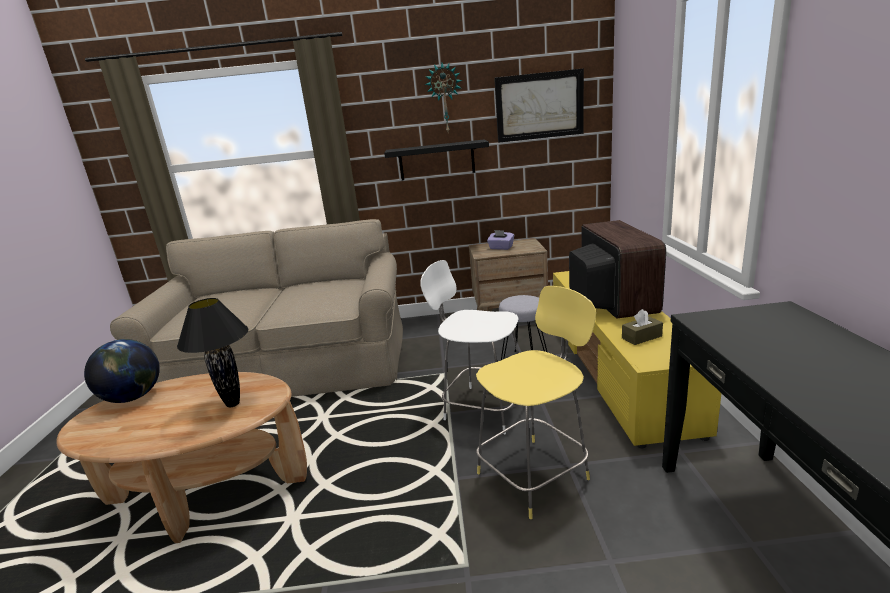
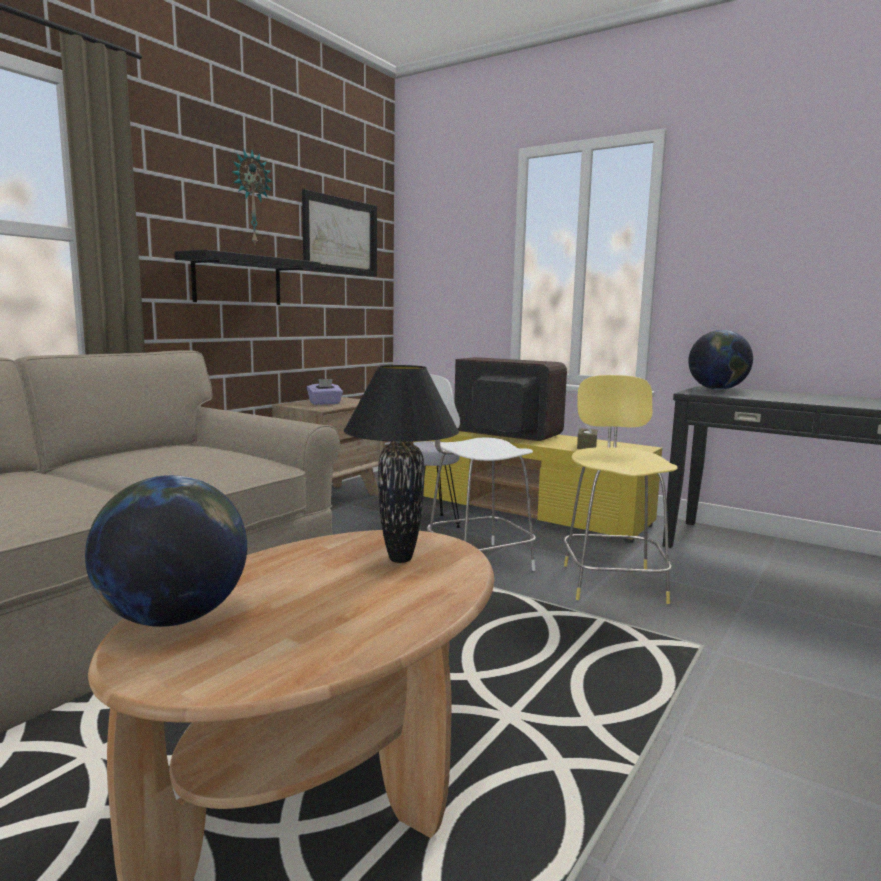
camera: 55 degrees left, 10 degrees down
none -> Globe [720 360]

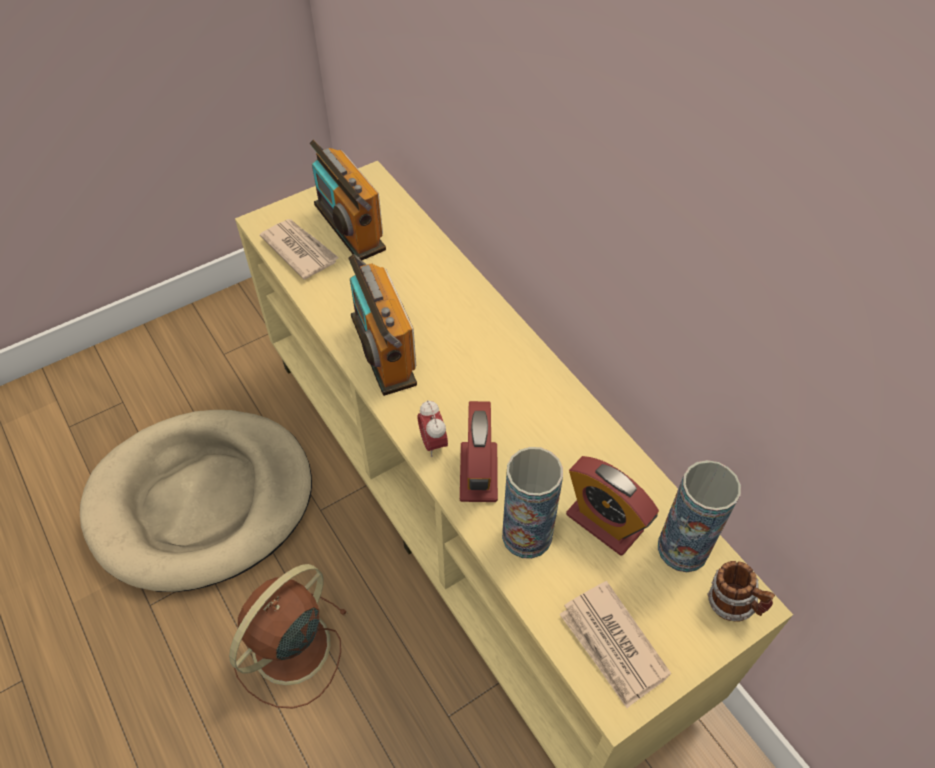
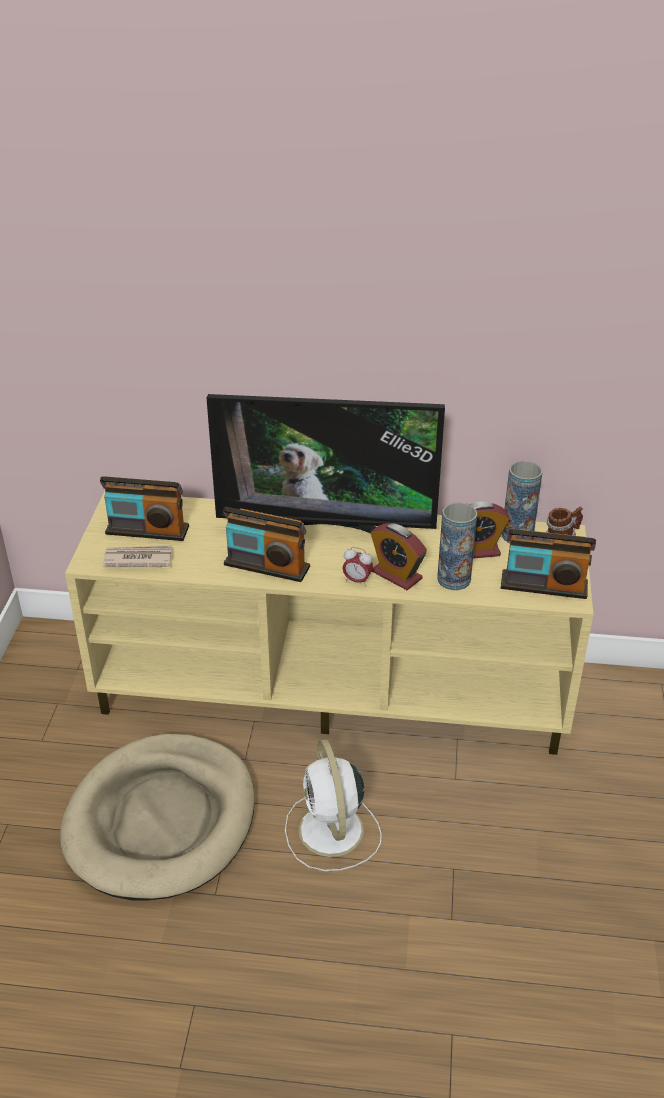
camera: 50 degrees left, 15 degrees down
none -> Television [326 464]
PrintedPaper [615 644] -> Radio [548 564]
BrownColouredElectricFan [288 636] -> WhitishElectricFan [333 805]

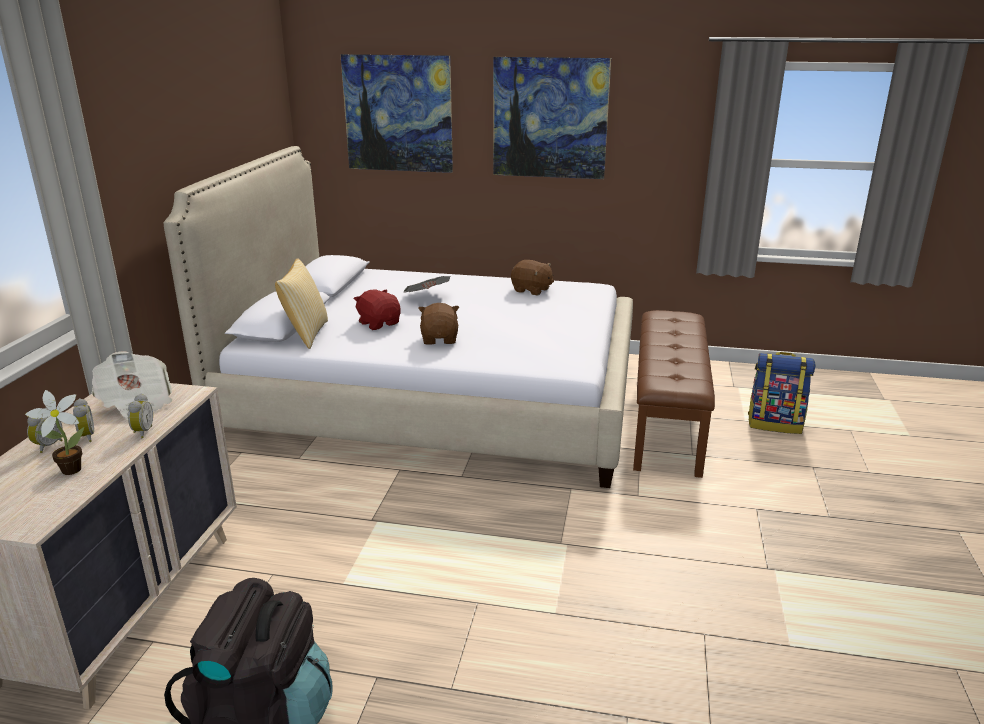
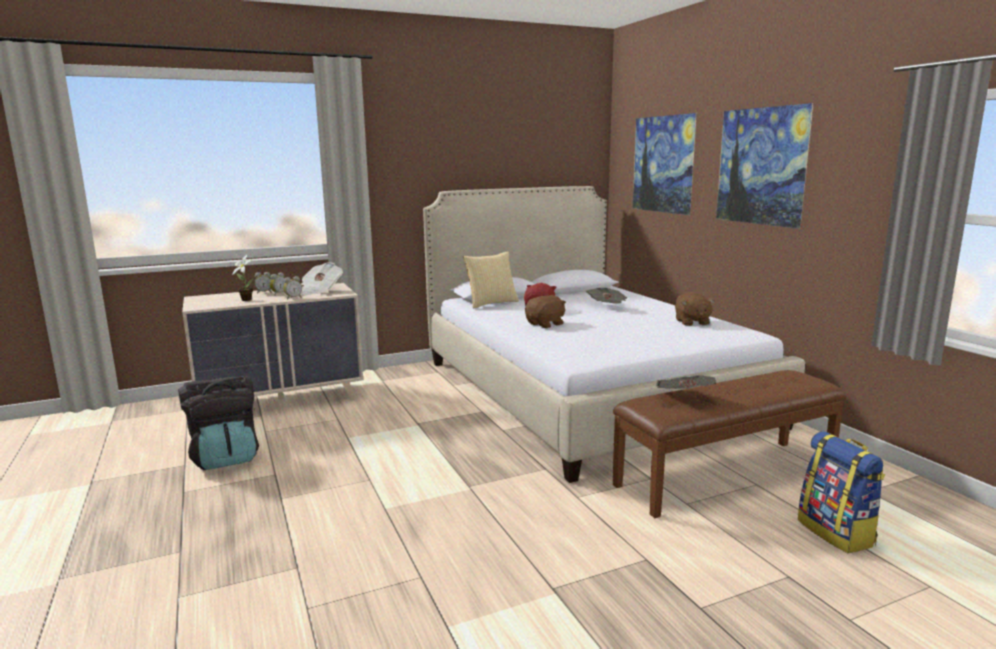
camera: 55 degrees right, 10 degrees down
none -> PrintedPaper [686 382]

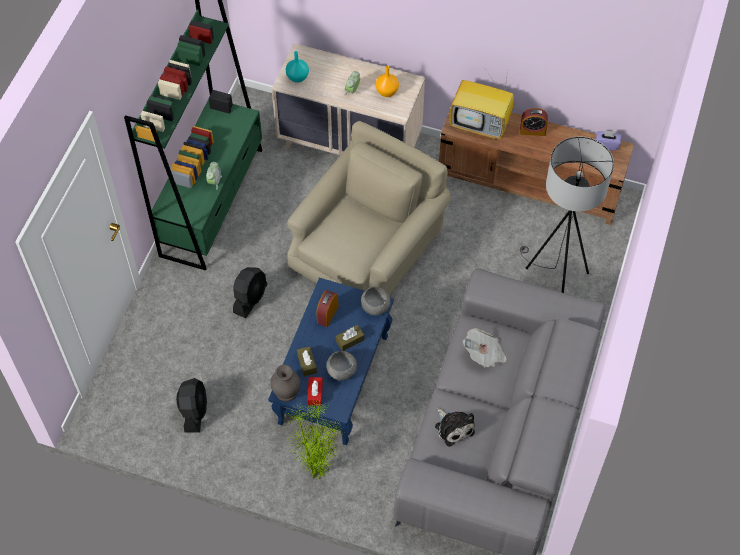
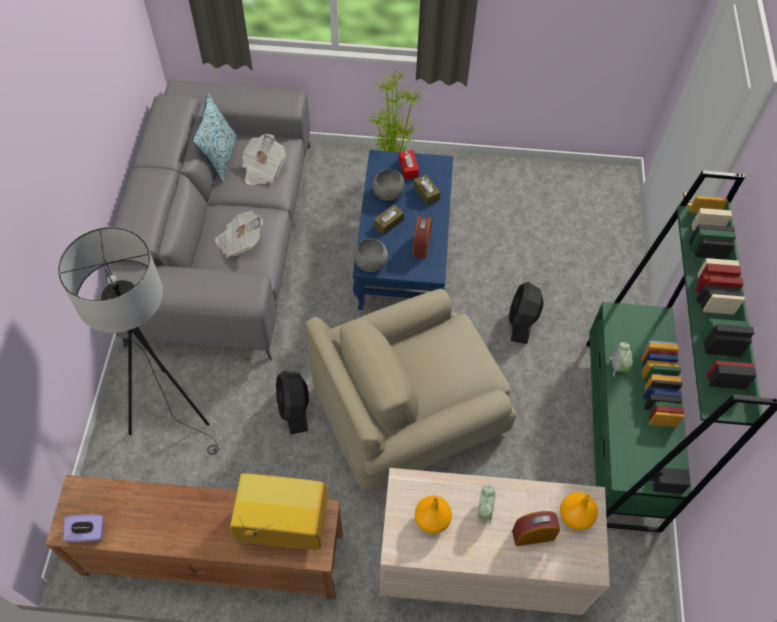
camera: 165 degrees right, 0 degrees up
GrayDecorativeVase [285 383] -> none
none -> ThrowPillow [215 138]
BlackishElectricFan [191 405] -> BlackishElectricFan [292 403], move
AlarmClock [534 122] -> AlarmClock [536 528], move
CuddlyToy [455 427] -> PrintedPaper [264 159]
TurquoiseDecorativeVase [297 67] -> OrangeDecorativeVase [579 511]
BeigeColouredArmchair [369 208] -> BeigeColouredArmchair [410 390], 45 degrees clockwise

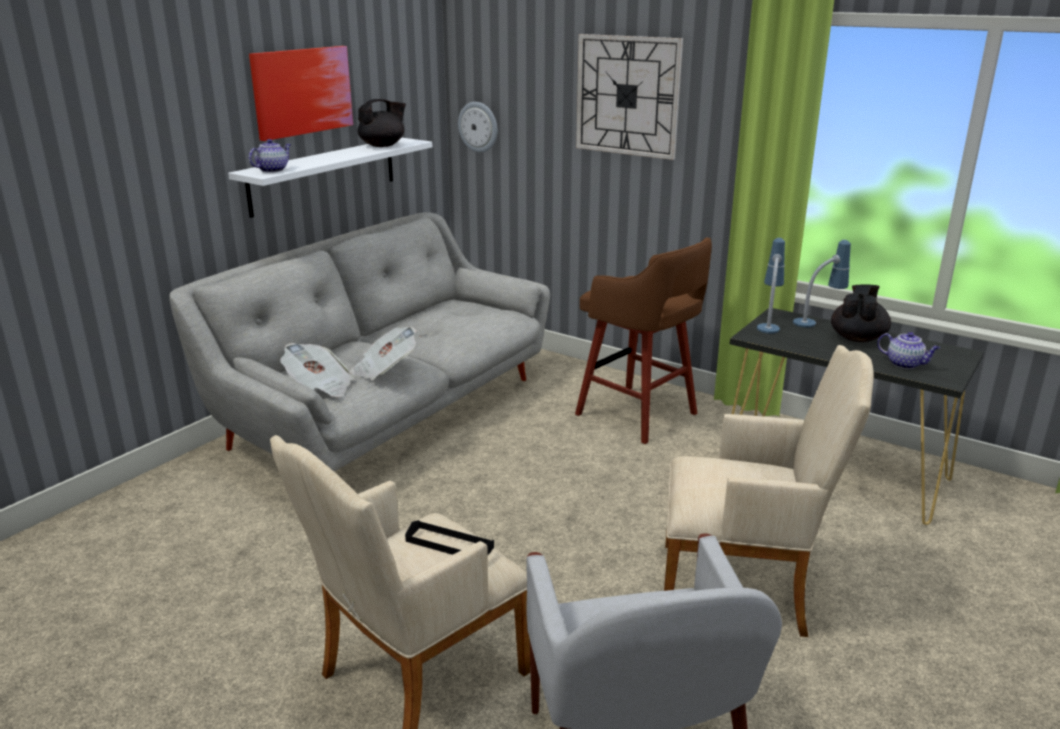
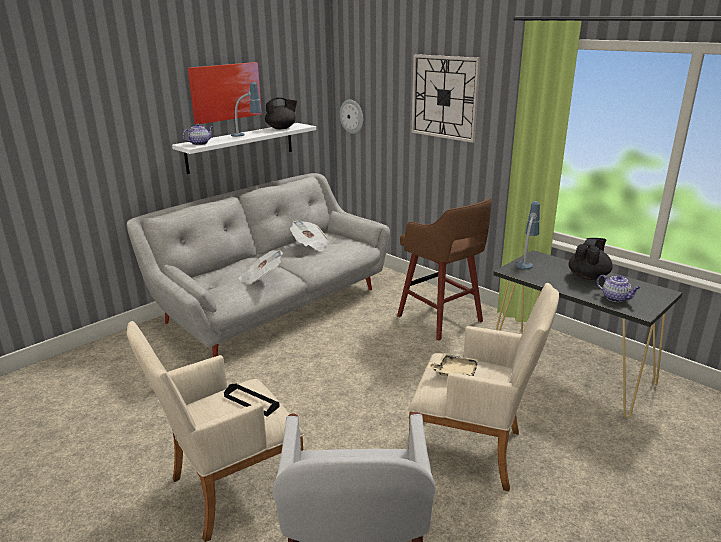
camera: 10 degrees right, 0 degrees up
none -> BeigeColouredServingTray [453 365]
PrintedPaper [317 370] -> PrintedPaper [310 235], move
LampForATable [822 283] -> LampForATable [246 109], move

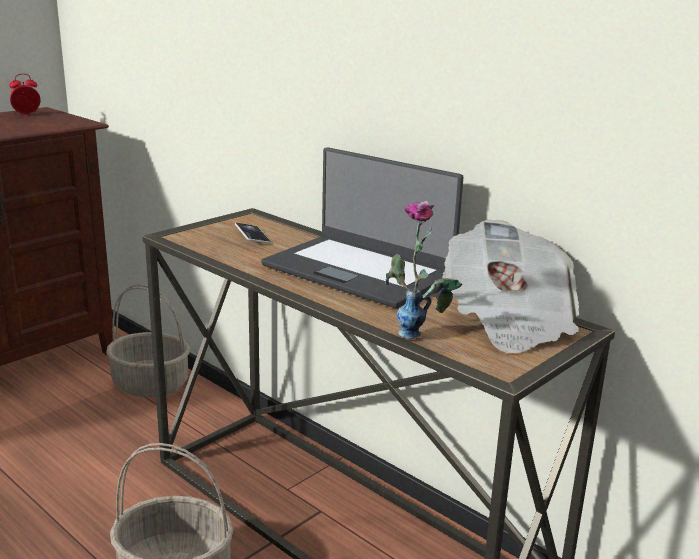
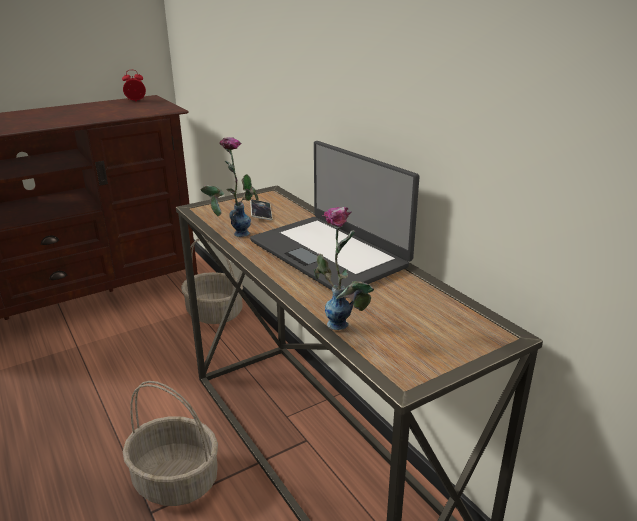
camera: 15 degrees right, 5 degrees up
PrintedPaper [510 286] -> none
none -> DecorativeVase [230 187]

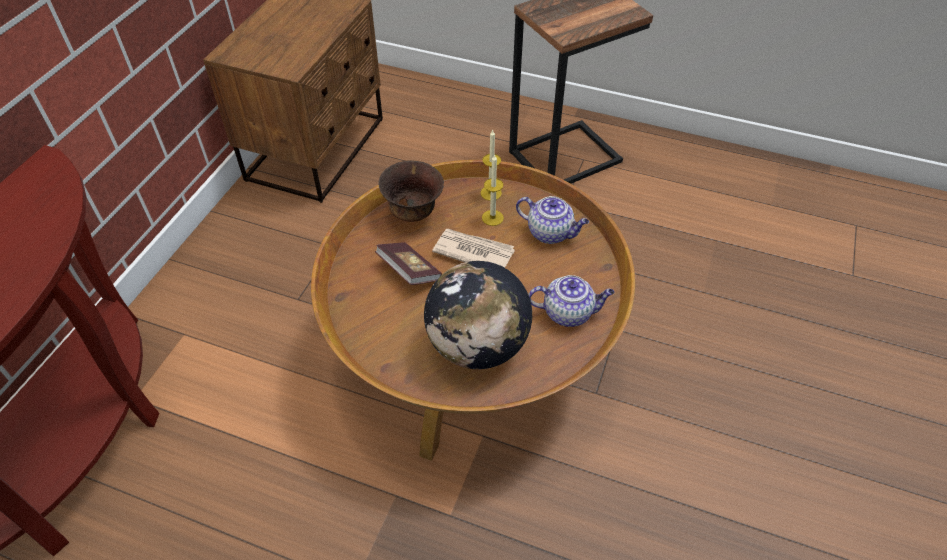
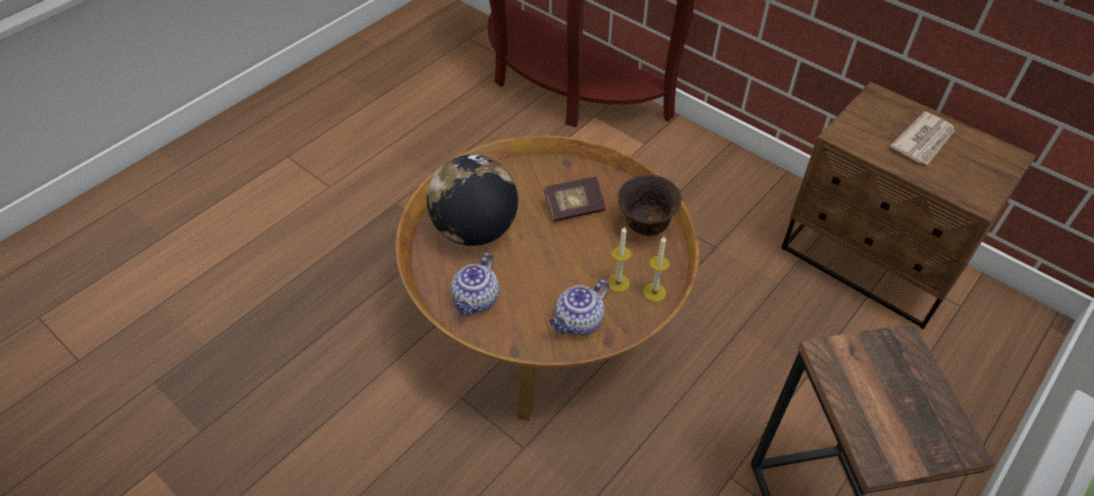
camera: 110 degrees right, 0 degrees up
PrintedPaper [473 248] -> PrintedPaper [922 138], move

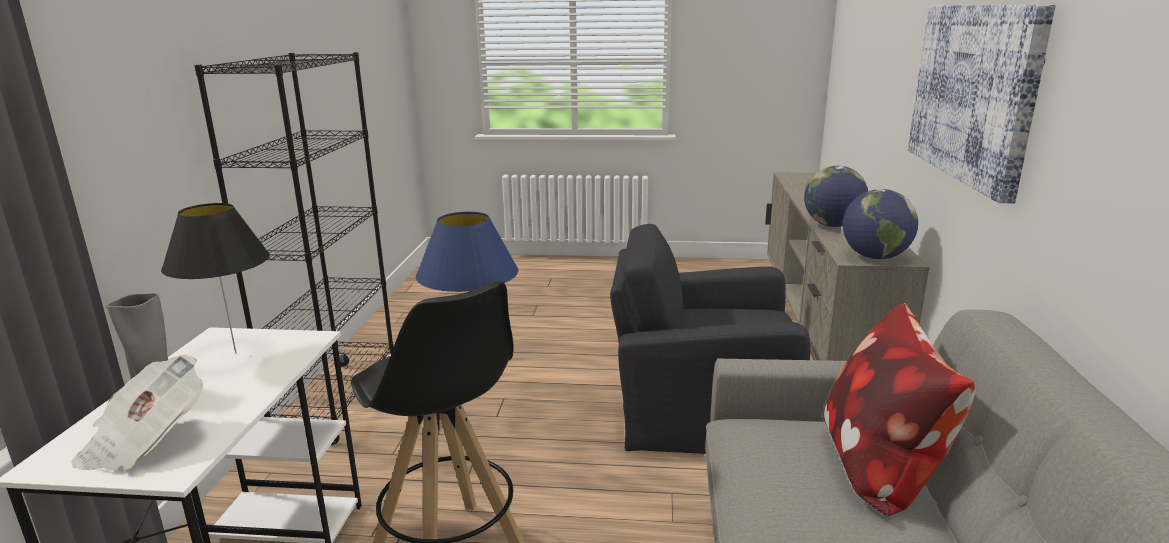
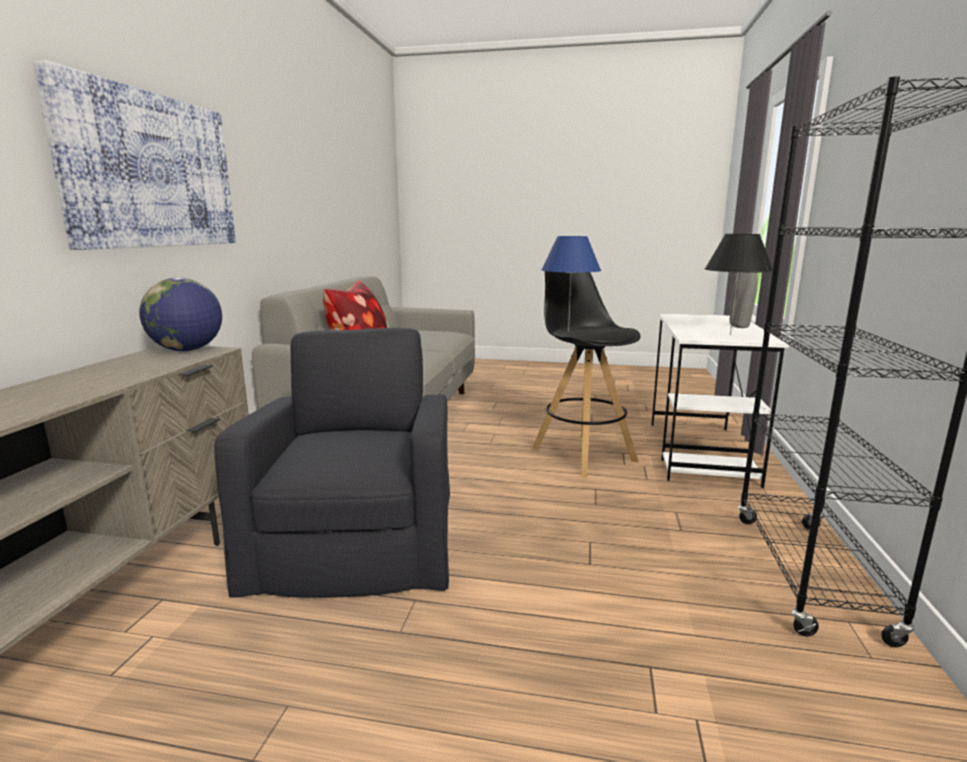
camera: 175 degrees left, 5 degrees down
PrintedPaper [137 412] -> none
Globe [836 196] -> none
BlackishArmchair [710 339] -> BlackishArmchair [332 463], 105 degrees counterclockwise

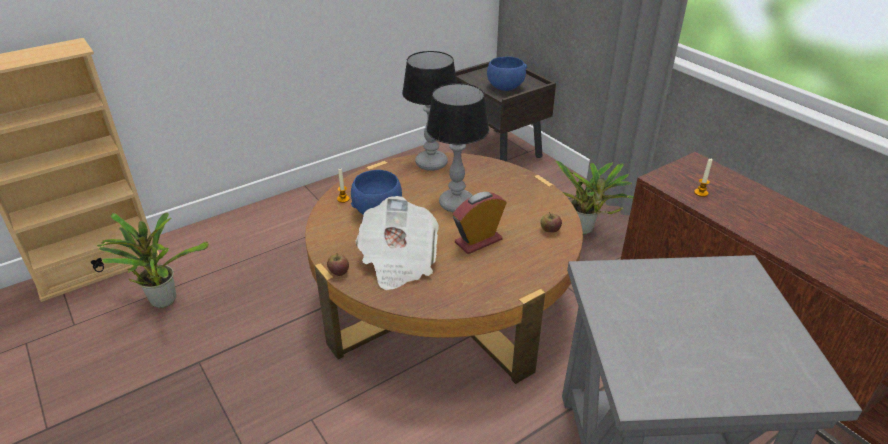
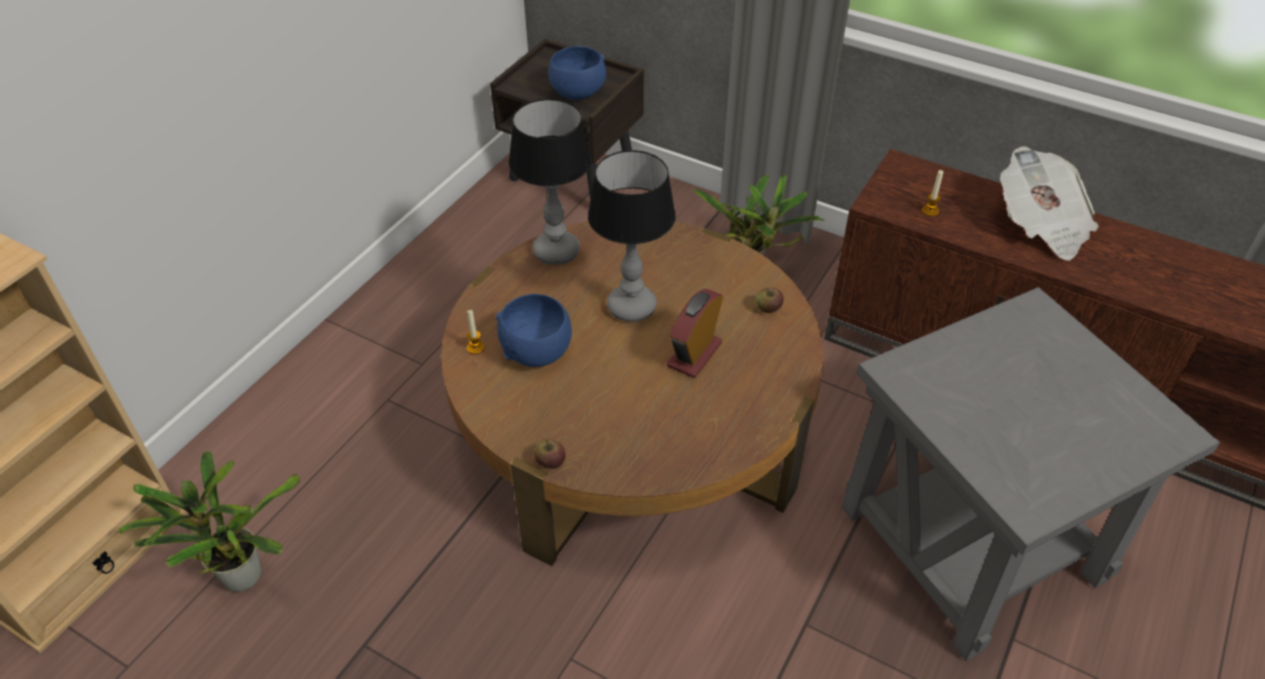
camera: 25 degrees left, 10 degrees up
PrintedPaper [397 243] -> PrintedPaper [1049 203], move

